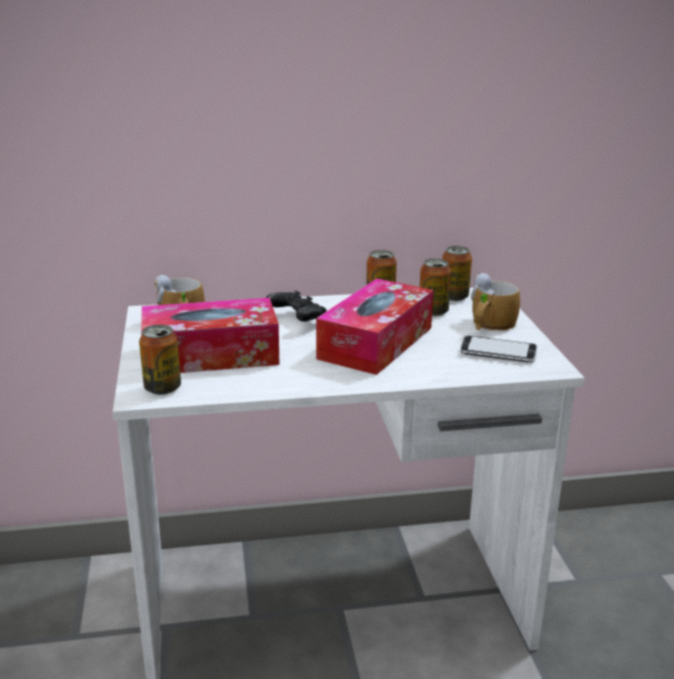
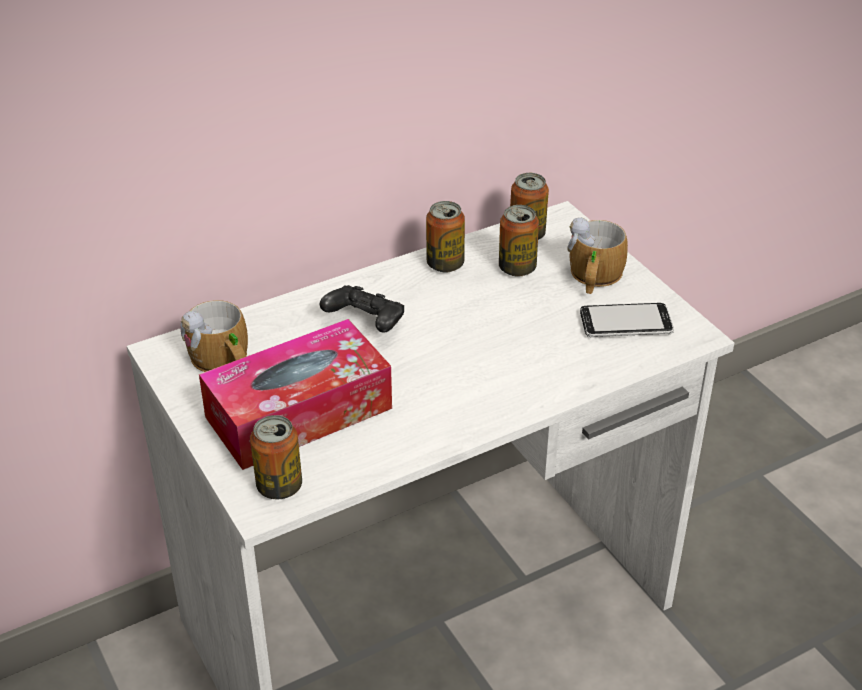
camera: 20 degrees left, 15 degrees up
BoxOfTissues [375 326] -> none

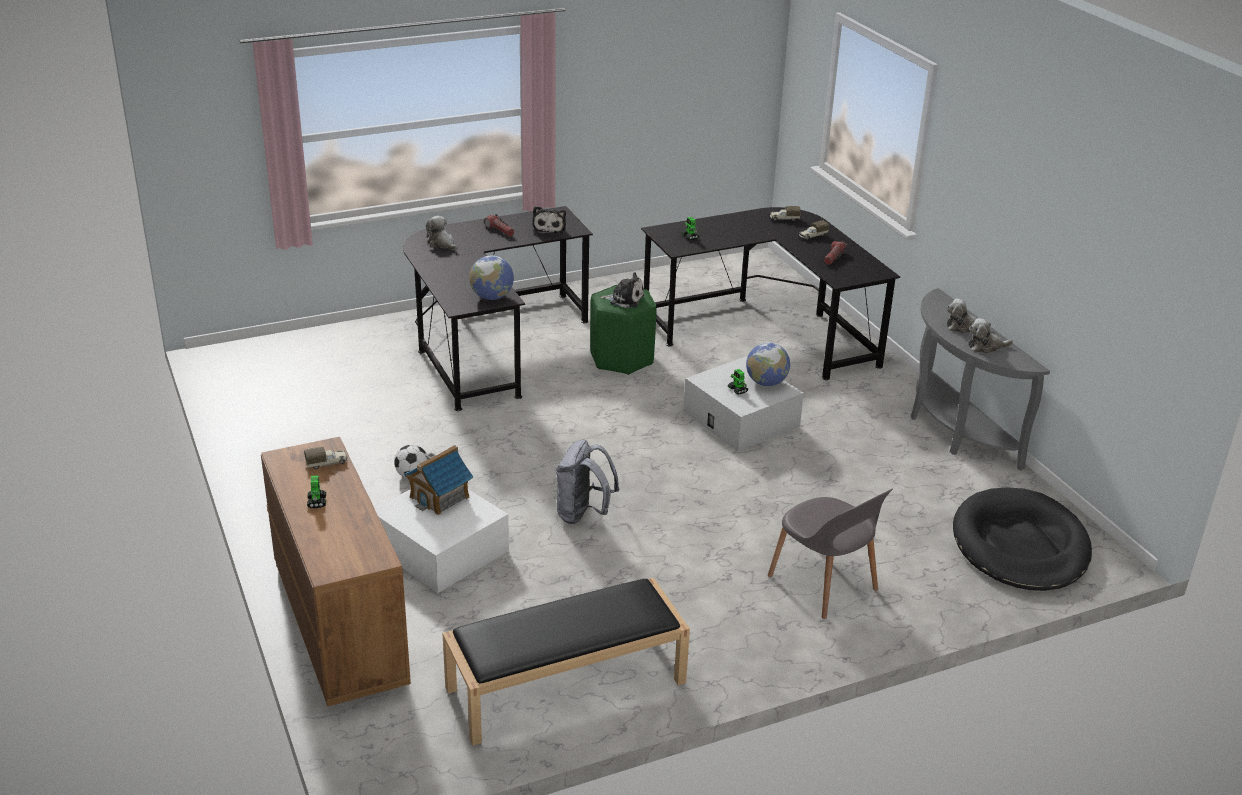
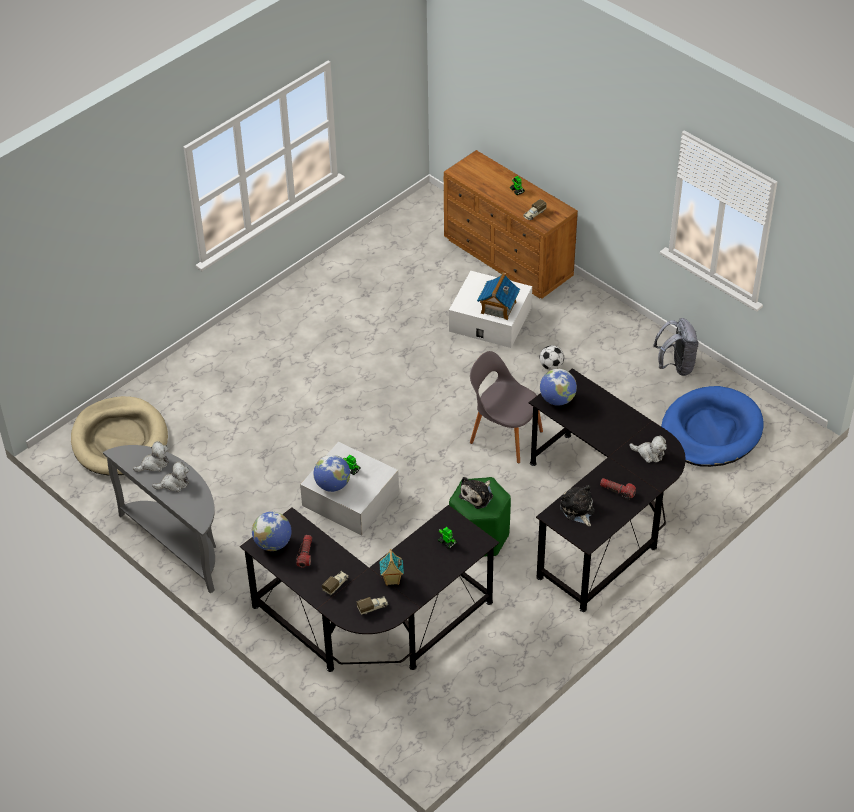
camera: 160 degrees right, 15 degrees up
BlackishBench [566 661] -> none
none -> Globe [271 531]
none -> ToyHouse [391 567]
none -> BlueColouredDogBed [712 426]
GrayKnapsack [587 481] -> GrayKnapsack [676 347], move
GrayChair [830 554] -> GrayChair [506 407], move
BlackishDogBed [1022 539] -> BeigeColouredDogBed [119 435]
CuddlyToy [622 290] -> CuddlyToy [476 493], 45 degrees counterclockwise

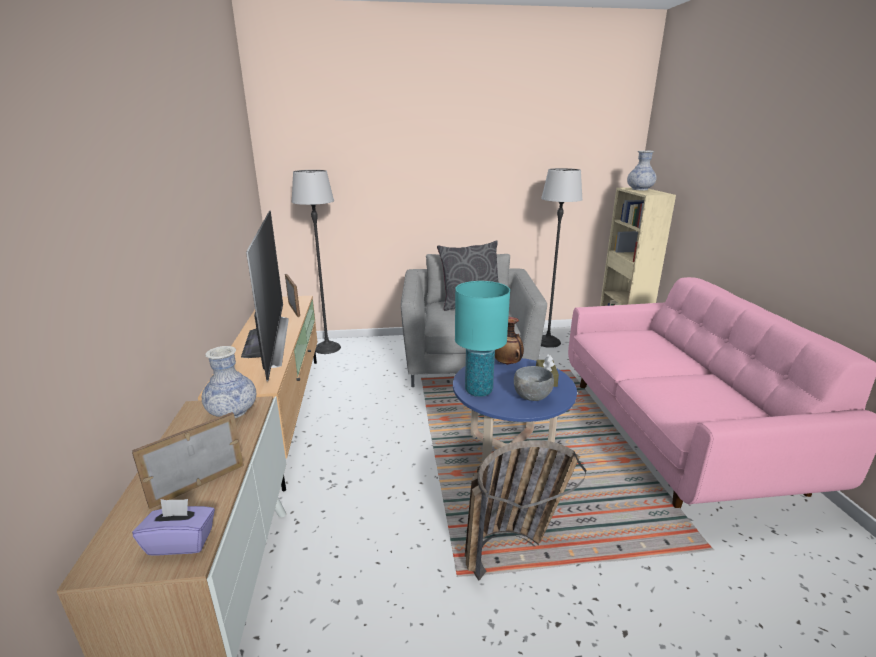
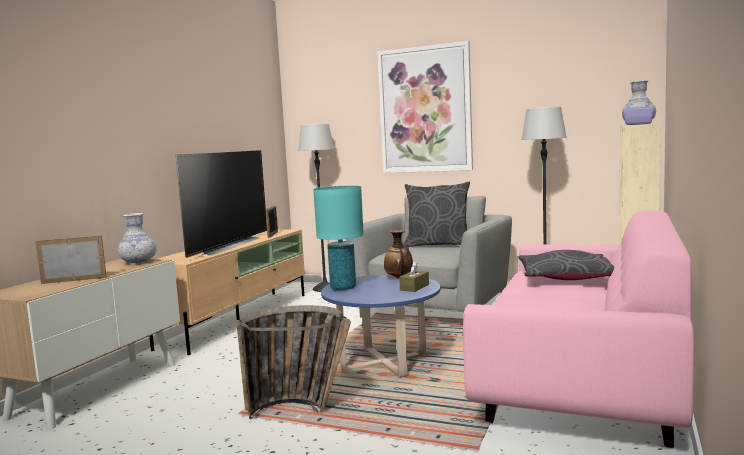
camera: 30 degrees right, 15 degrees down
GrayBowl [534 383] -> none
none -> WallArt [425 107]
none -> GrayThrowPillow [566 265]
PurplishBoxOfTissues [173 527] -> PurplishBoxOfTissues [638 113], move

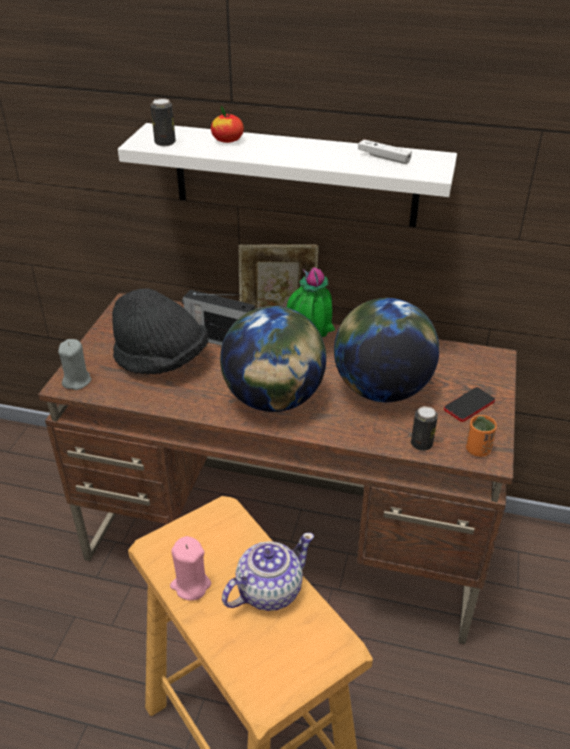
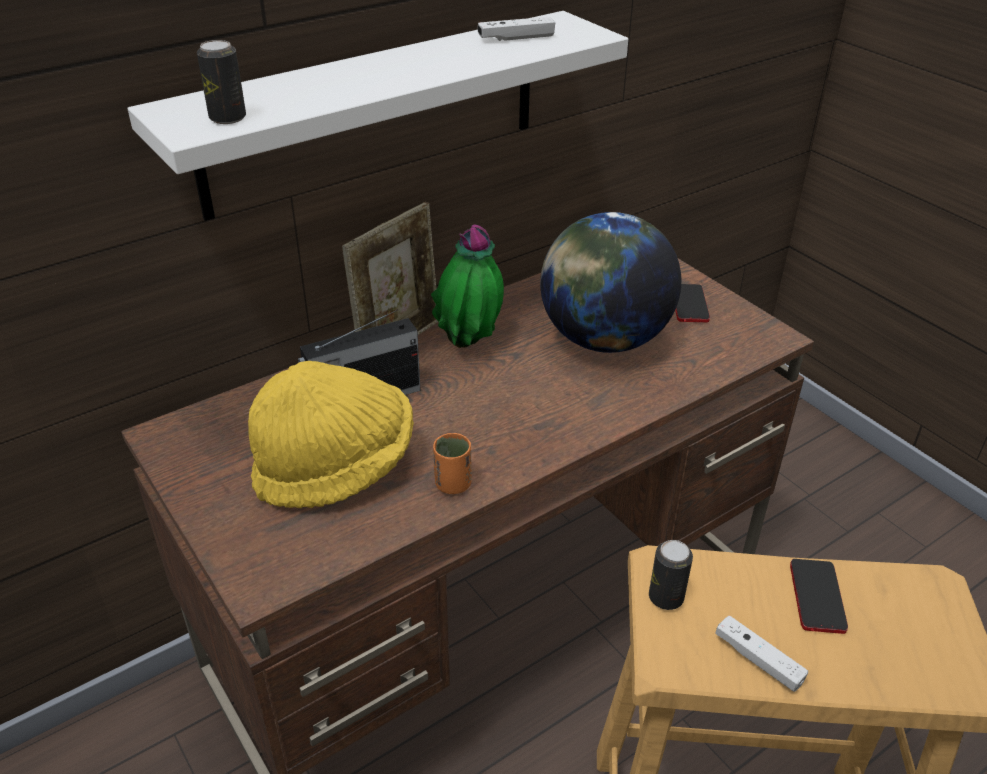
camera: 50 degrees left, 0 degrees up
GrayWaxCandle [74 364] -> none
AppleFruit [227 124] -> none
Globe [273 359] -> none
Can [424 428] -> Can [671 575], move
OrangeDrinkingCup [481 436] -> OrangeDrinkingCup [452 463], move
PinkWaxCandle [190 568] -> WhitishJoypad [761 653]
Teapot [268 572] -> Telephone [819 596]
BlackishClothingHat [160 331] -> YellowColouredClothingHat [331 434]

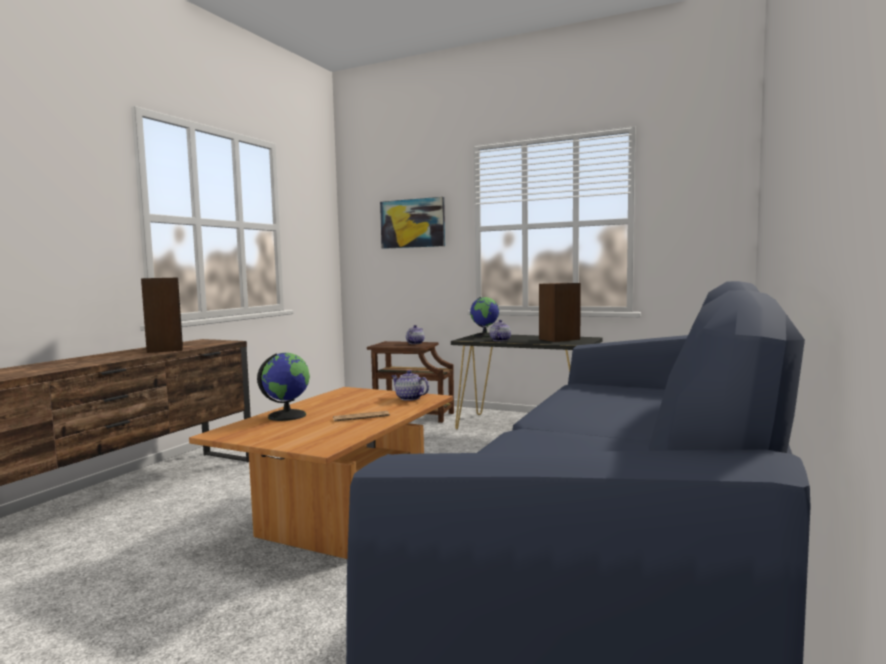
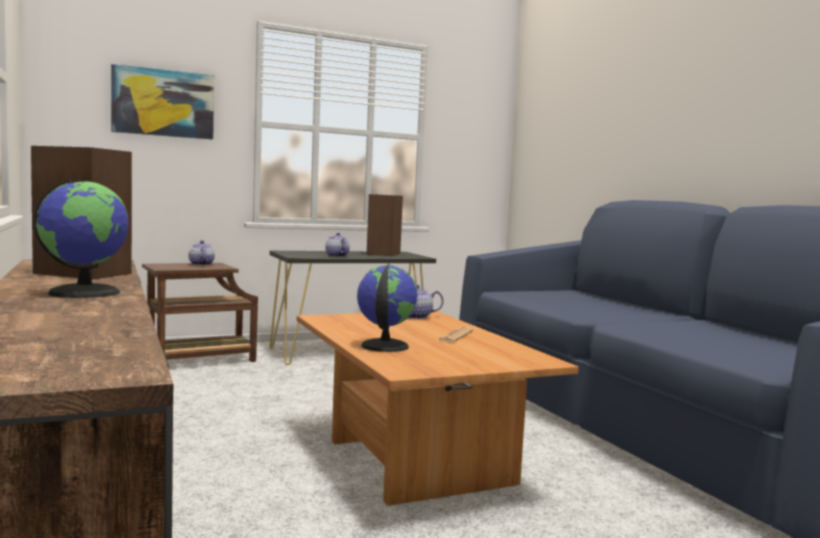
camera: 50 degrees left, 0 degrees up
Globe [484 317] -> Globe [81 239], move

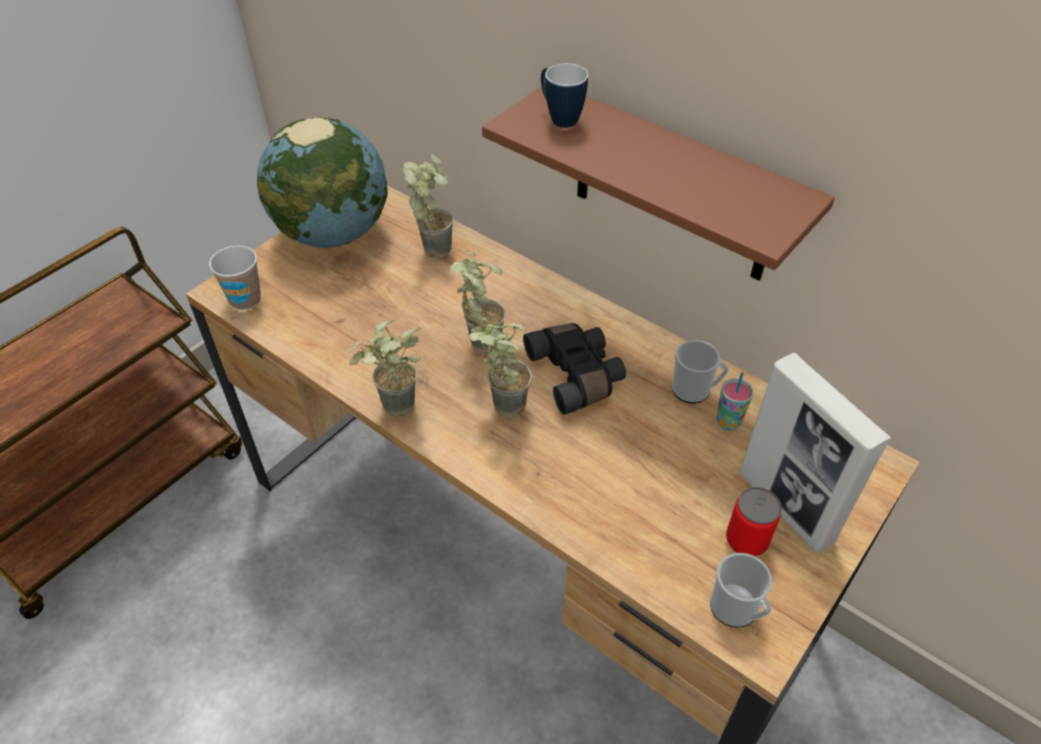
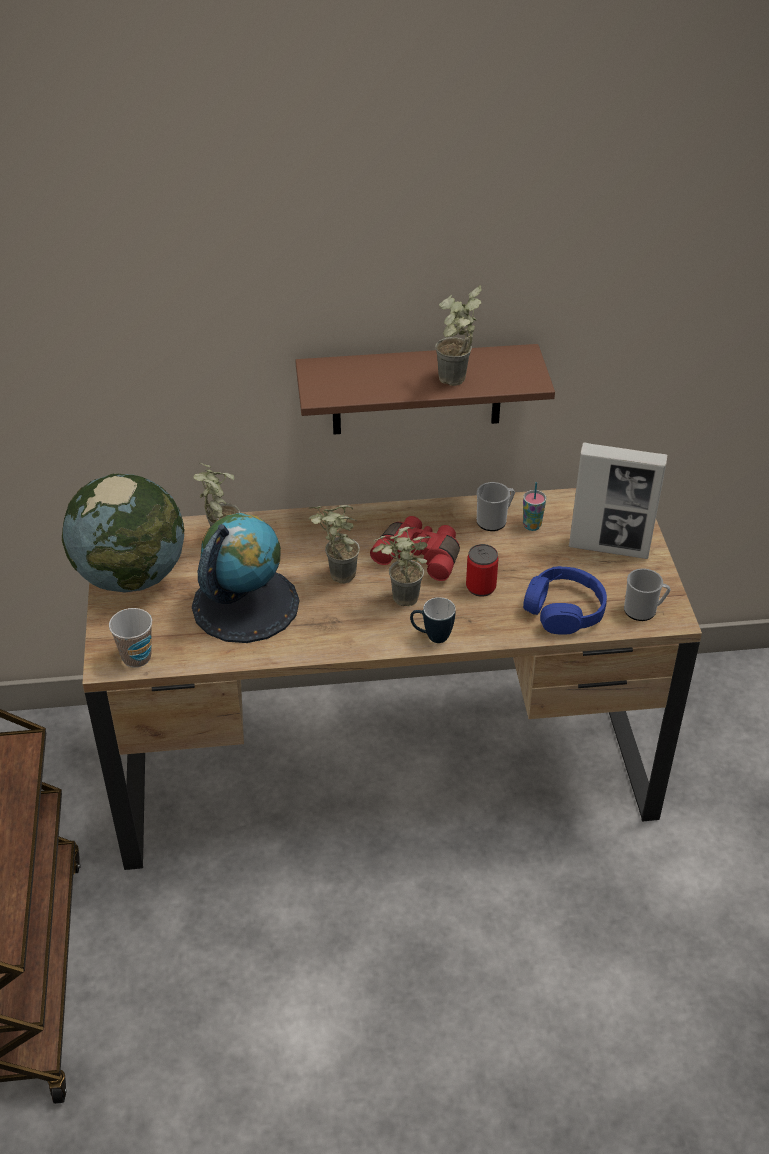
camera: 45 degrees left, 5 degrees down
none -> Globe [245 578]
none -> BlueColouredPairOfHeadphones [565 600]
PottedPlant [384 368] -> PottedPlant [458 335], move
TeaMug [564 95] -> TeaMug [433 620], move
Can [754 521] -> Can [482 570], move
BlackishBinoculars [574 369] -> RedBinoculars [415 548]

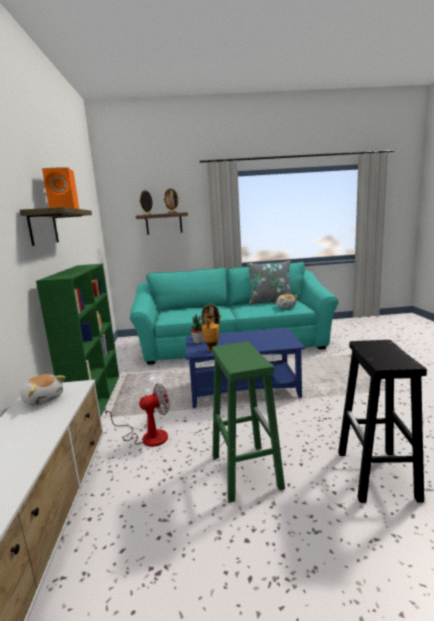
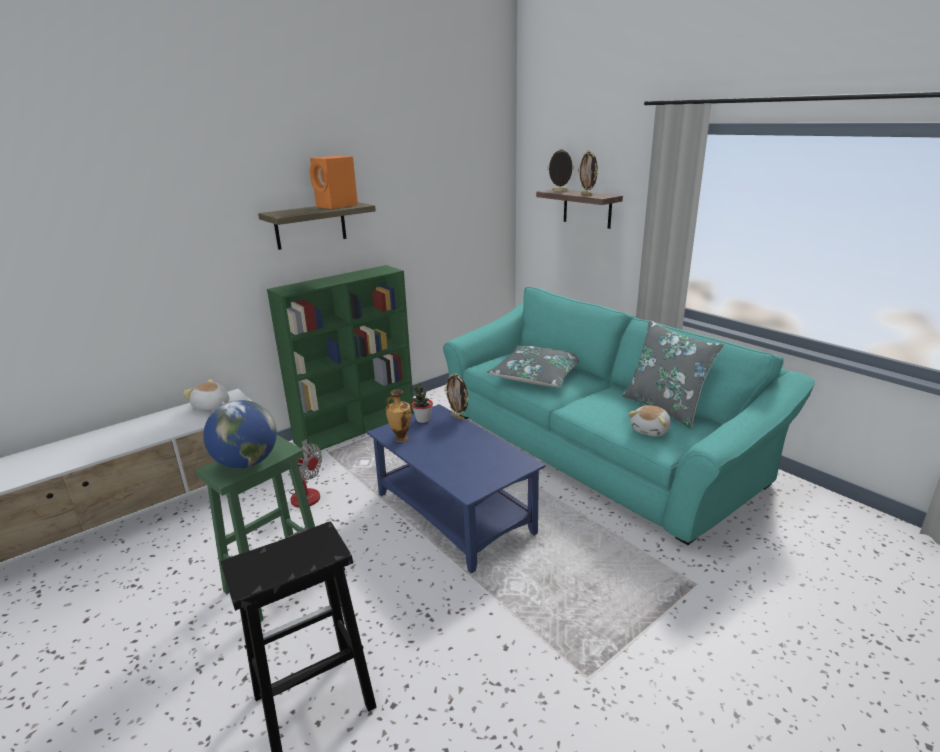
camera: 55 degrees right, 10 degrees up
none -> Globe [240 434]
none -> GrayThrowPillow [533 366]
CuddlyToy [42 390] -> CuddlyToy [206 395], 120 degrees clockwise

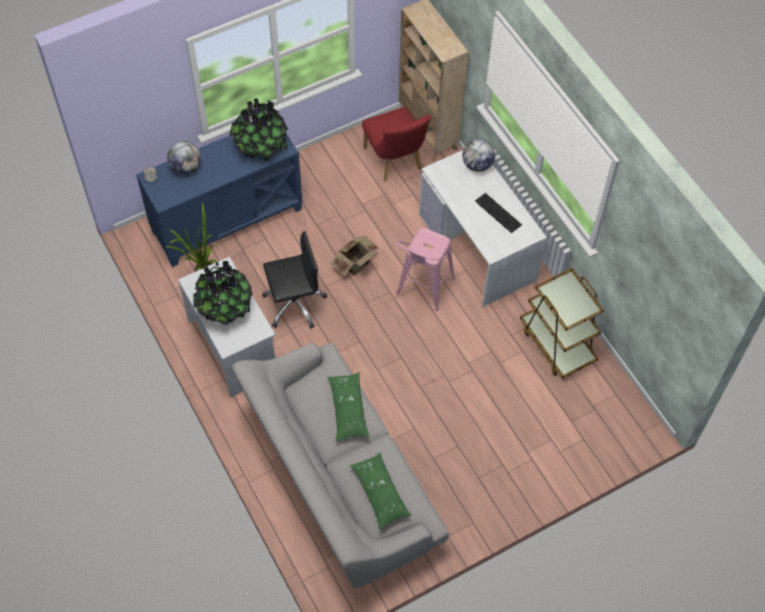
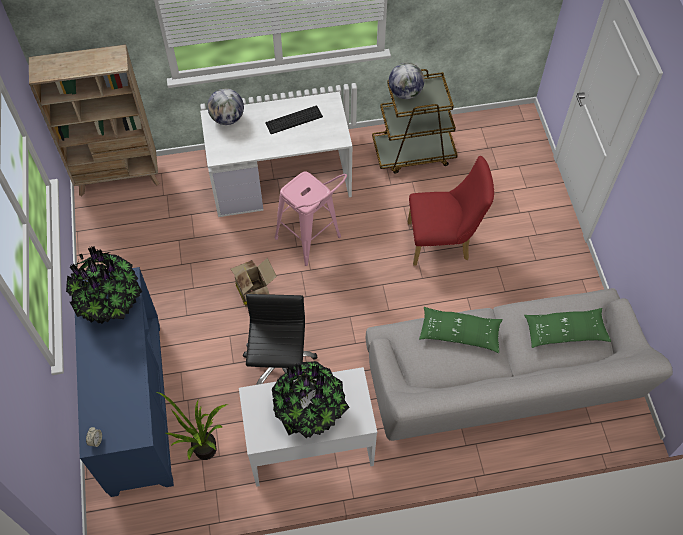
camera: 70 degrees left, 0 degrees up
Globe [184 158] -> Globe [406 81], move
RedChair [396 144] -> RedChair [451 211], move

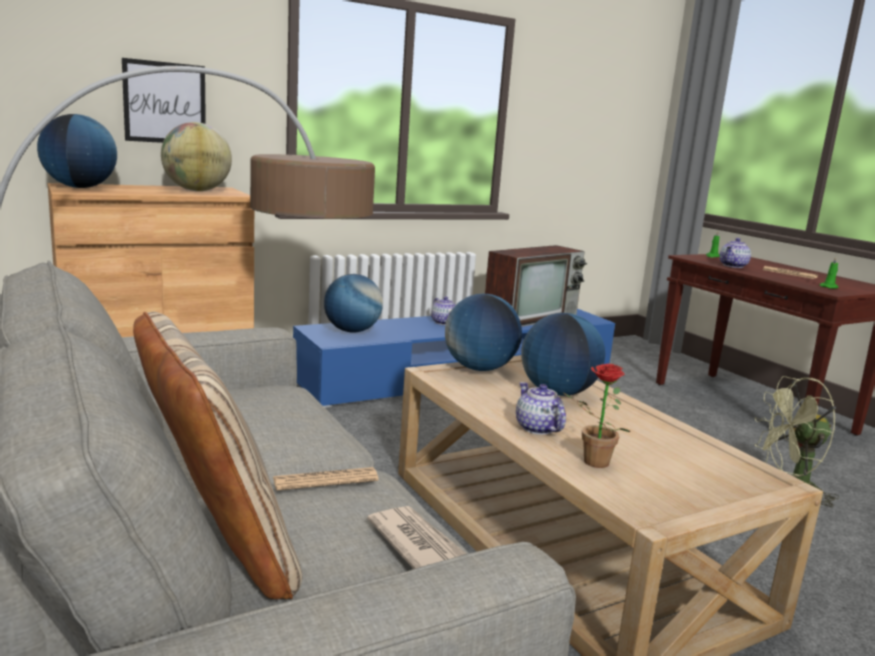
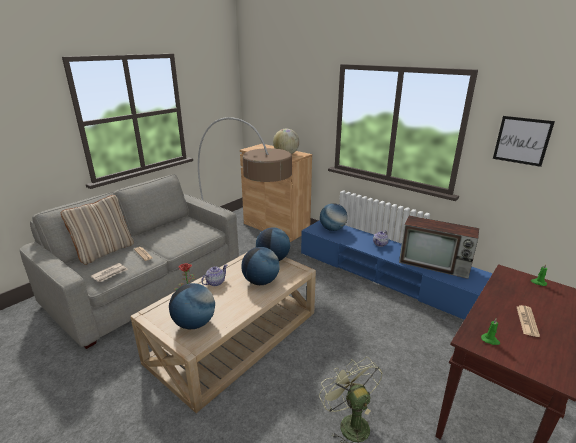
camera: 70 degrees right, 10 degrees up
Teapot [735 253] -> none
Globe [77 151] -> Globe [192 306], move
WallArt [164 100] -> WallArt [524 141], move

